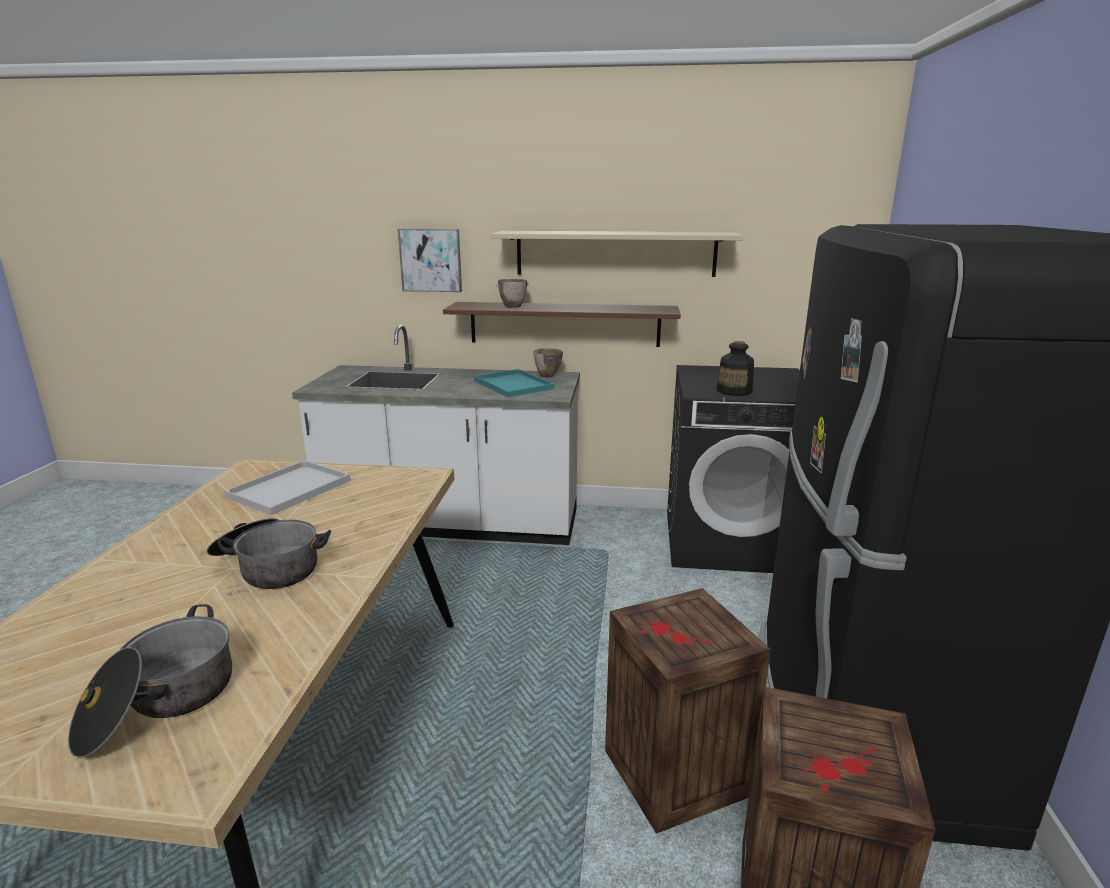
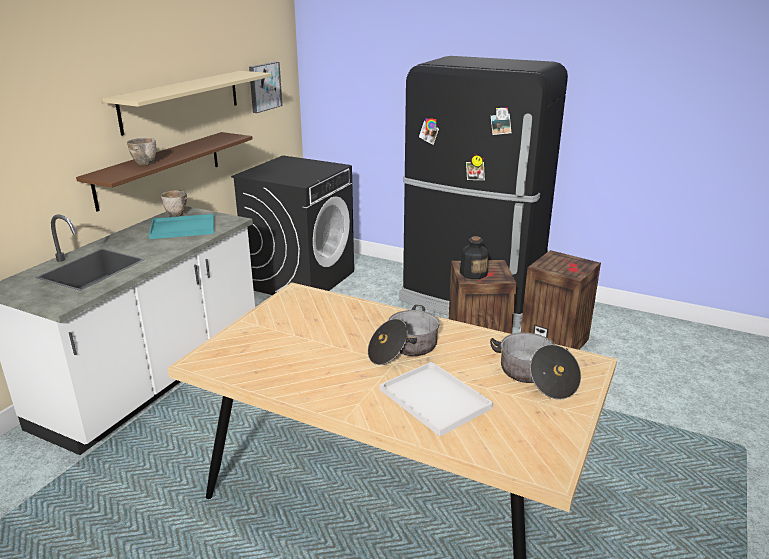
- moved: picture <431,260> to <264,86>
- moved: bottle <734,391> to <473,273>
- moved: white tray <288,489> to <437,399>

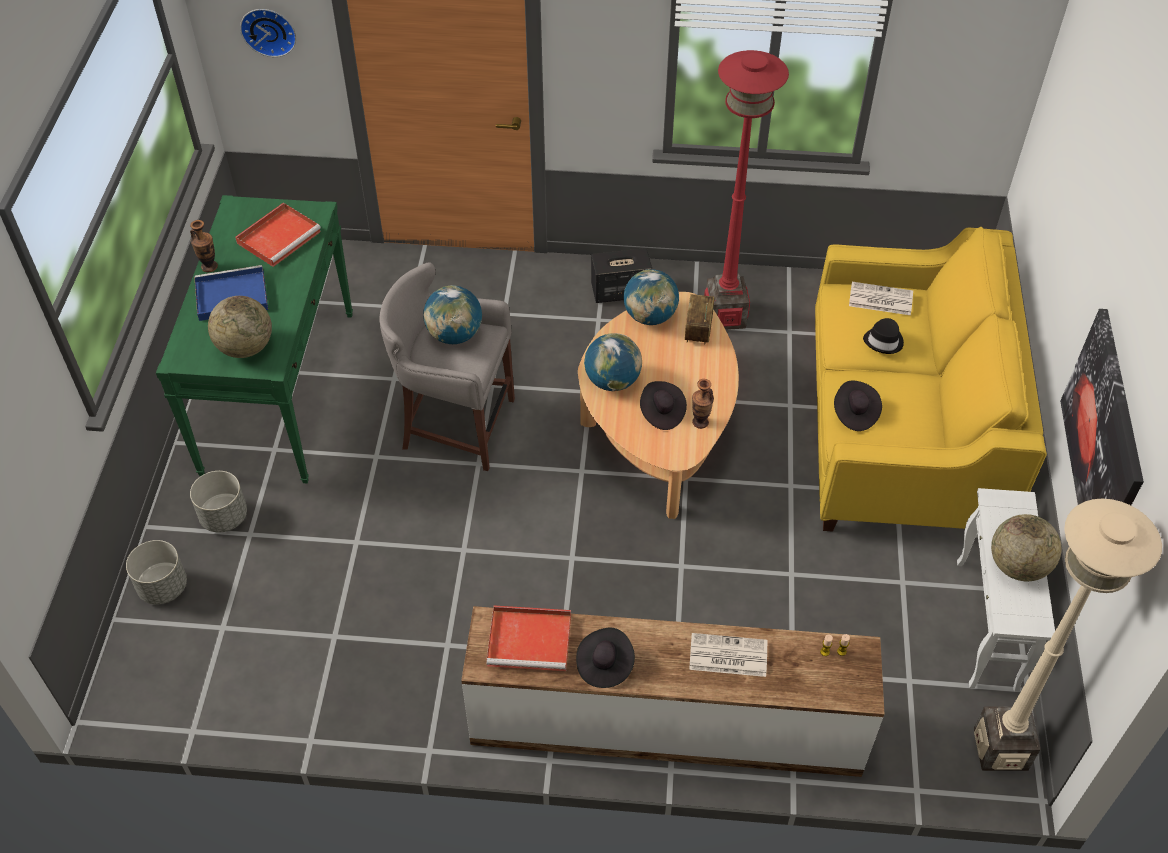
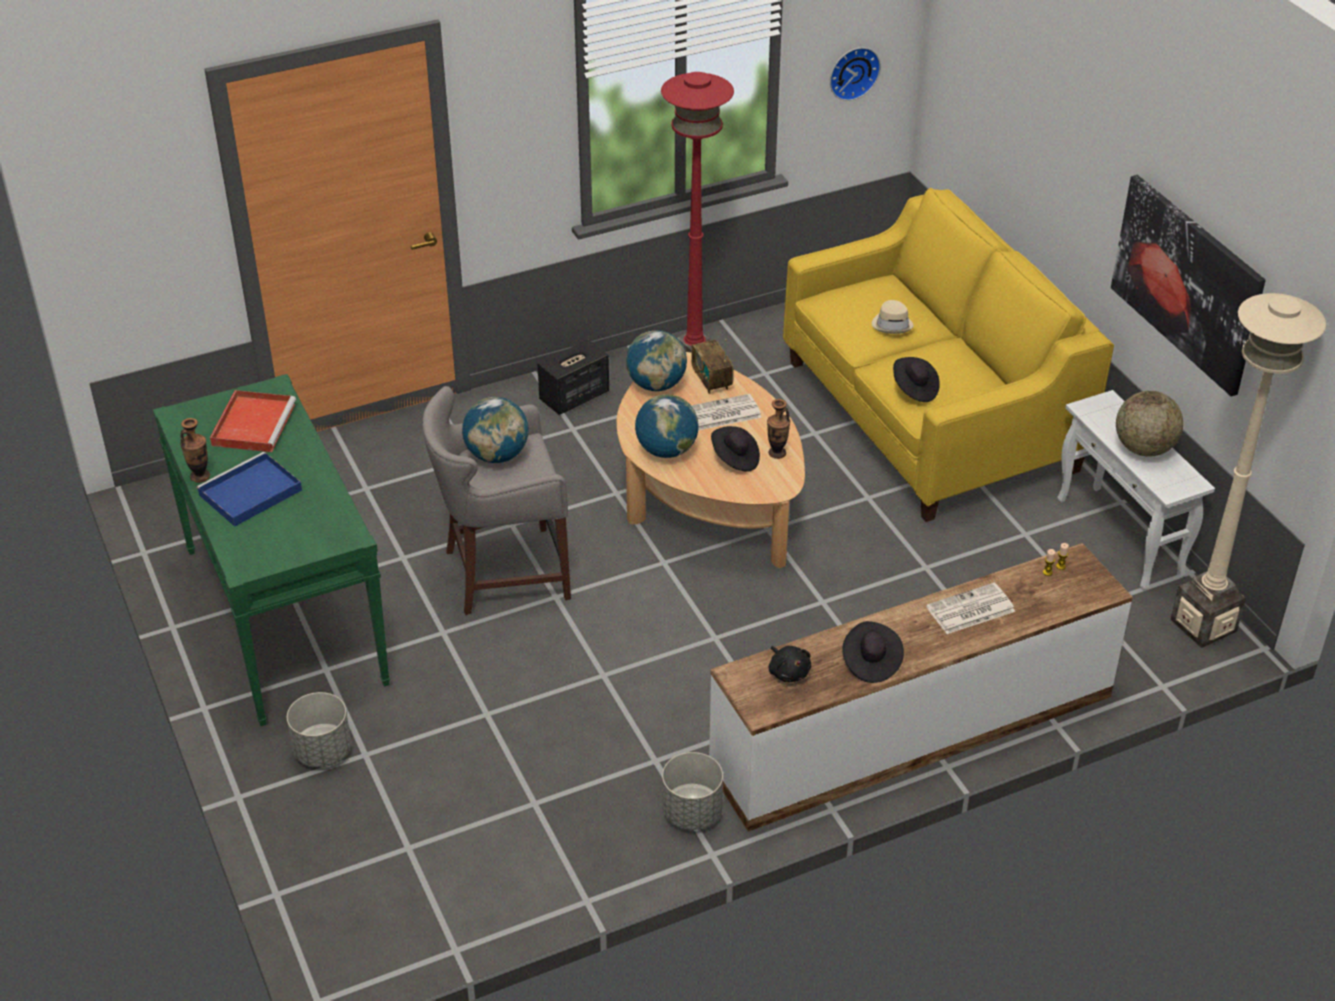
- moved: wall clock <269,30> to <852,72>
- moved: newspaper <879,299> to <722,414>
- removed: globe <245,347>
- recoloured: black hat <884,341> to beige hat <892,324>
- moved: grey planter <163,587> to <692,813>
- replaced: red tray <531,640> to black plush toy <788,672>

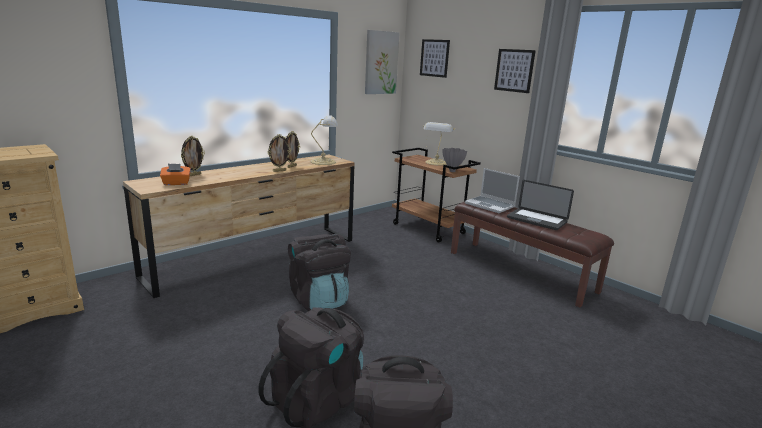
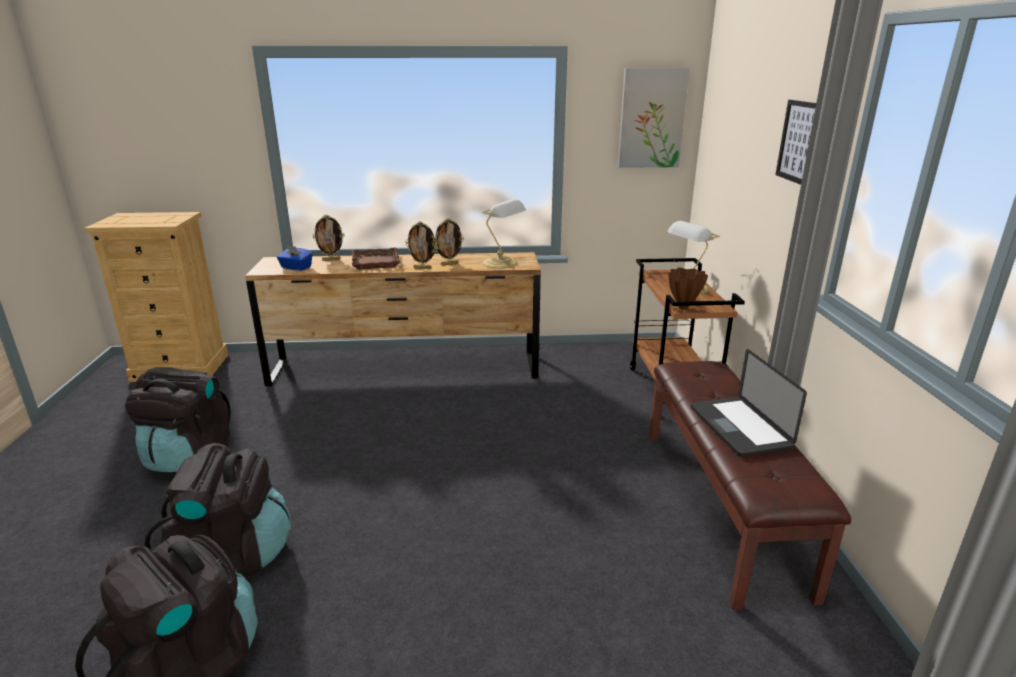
- removed: picture <434,58>
- recoloured: grey vase <452,171> to brown vase <684,308>
- recoloured: orange tissue box <176,183> to blue tissue box <296,268>
- removed: laptop <490,205>
- moved: black backpack <319,300> to <188,454>
- added: brown tray <375,262>

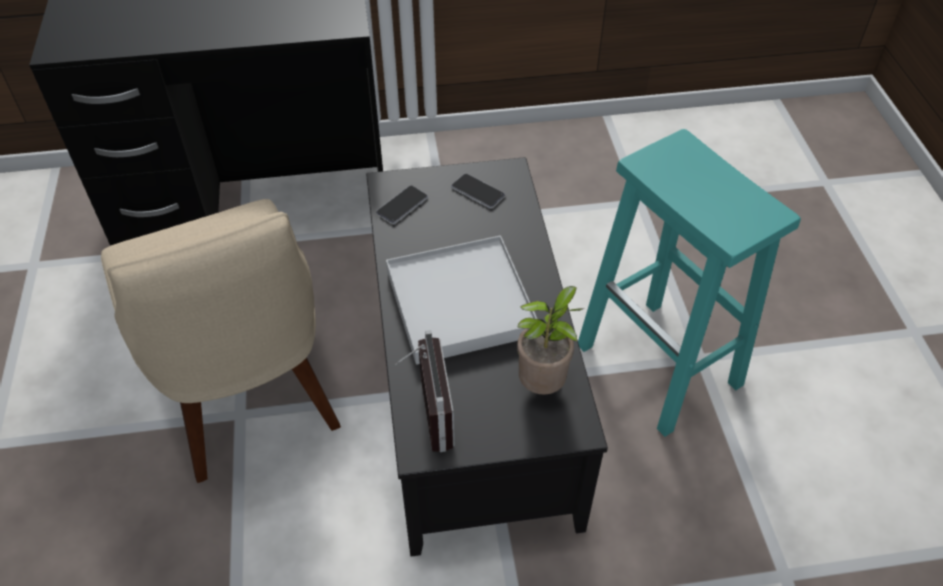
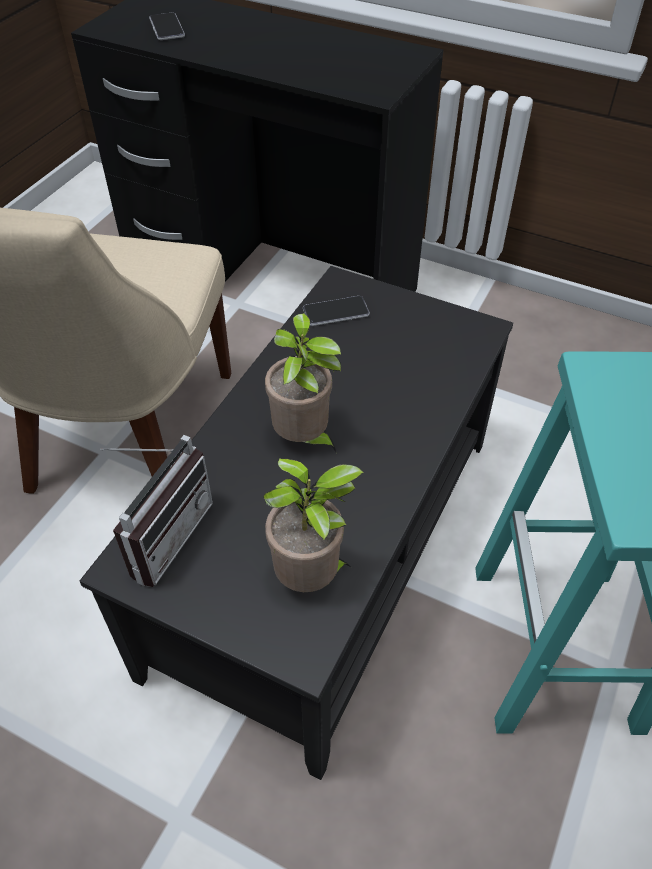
- moved: phone <477,192> to <167,28>
- replaced: white tray <461,303> to potted plant <304,439>

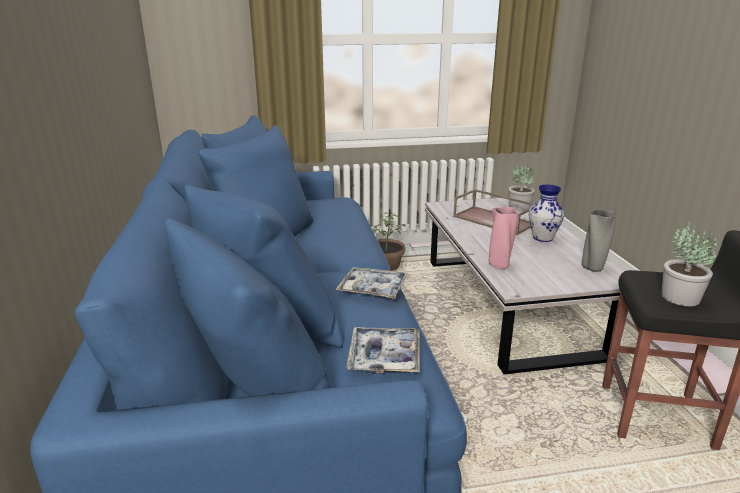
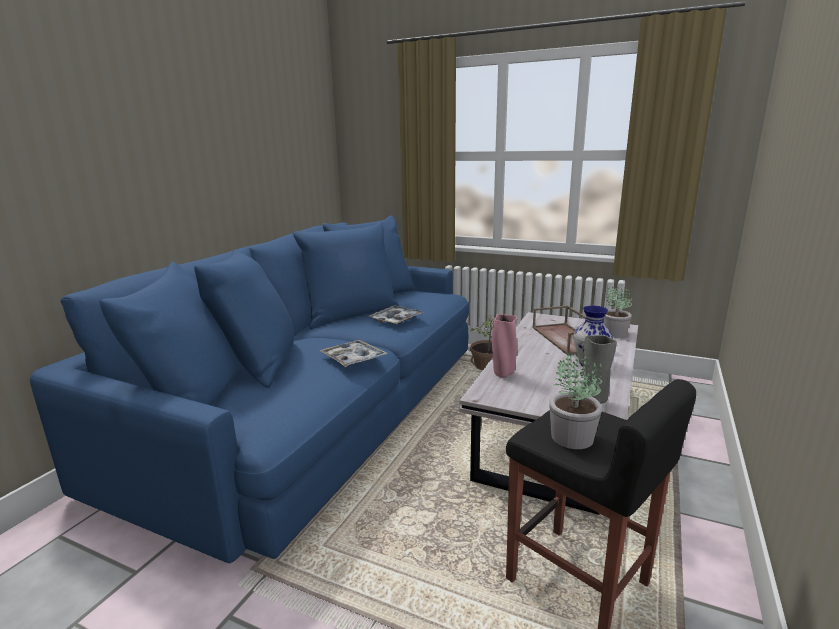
- moved: tray <384,357> to <395,320>

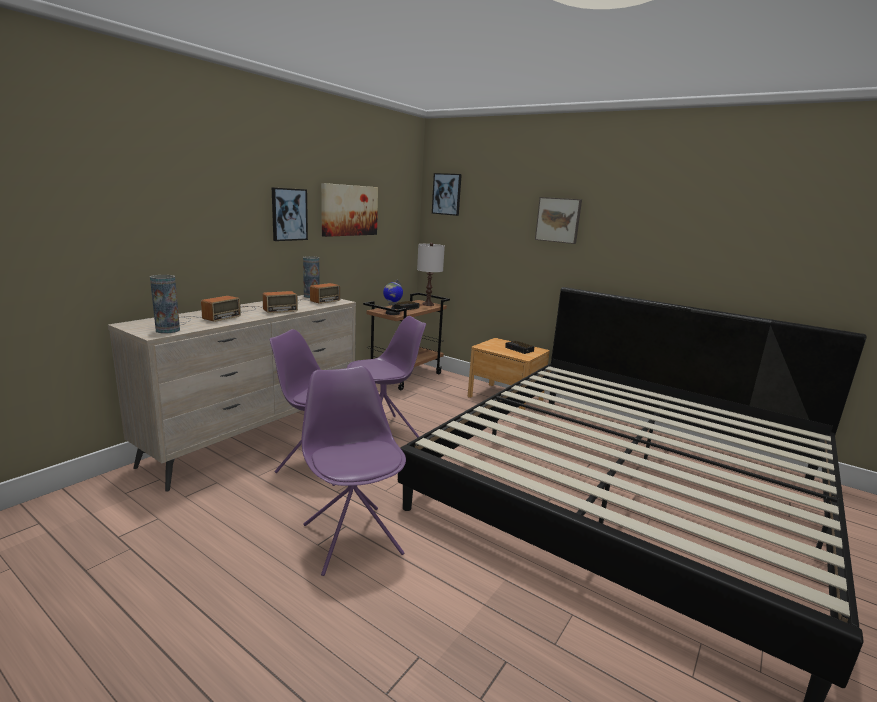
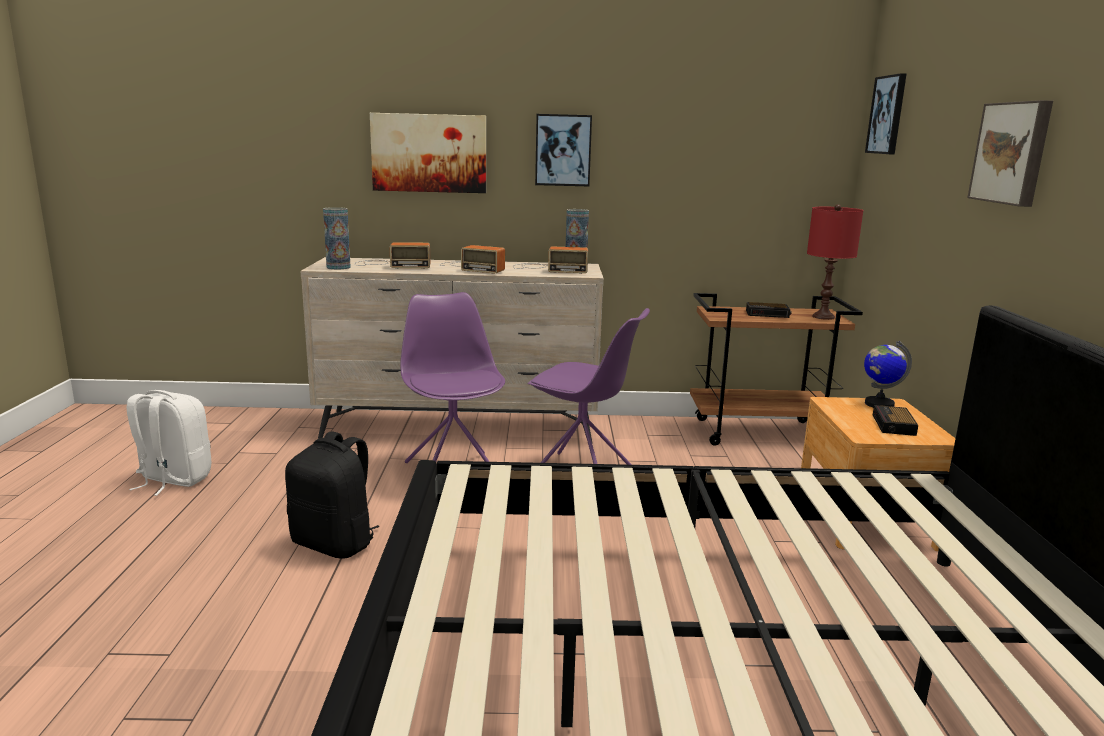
- moved: picture <349,210> to <429,153>
- recoloured: white table lamp <428,304> to red table lamp <823,317>
- moved: globe <392,313> to <878,404>
- replaced: purple chair <352,538> to black backpack <335,544>
- added: white backpack <173,480>

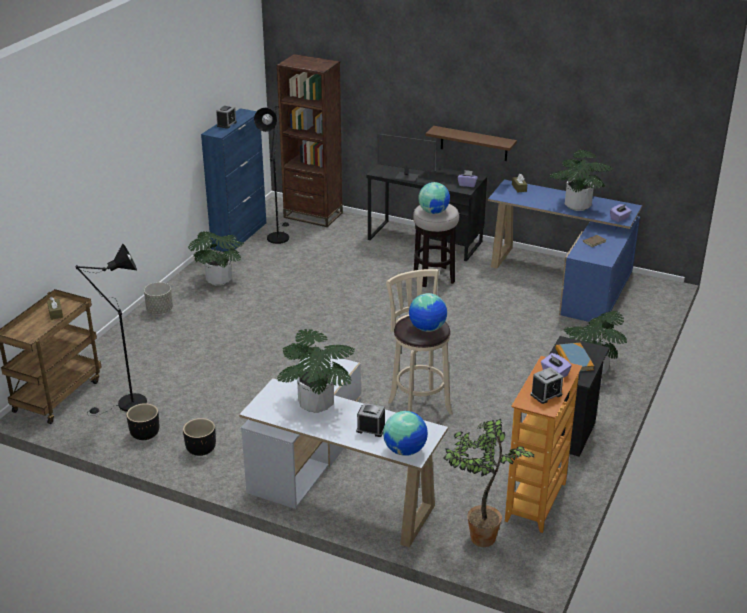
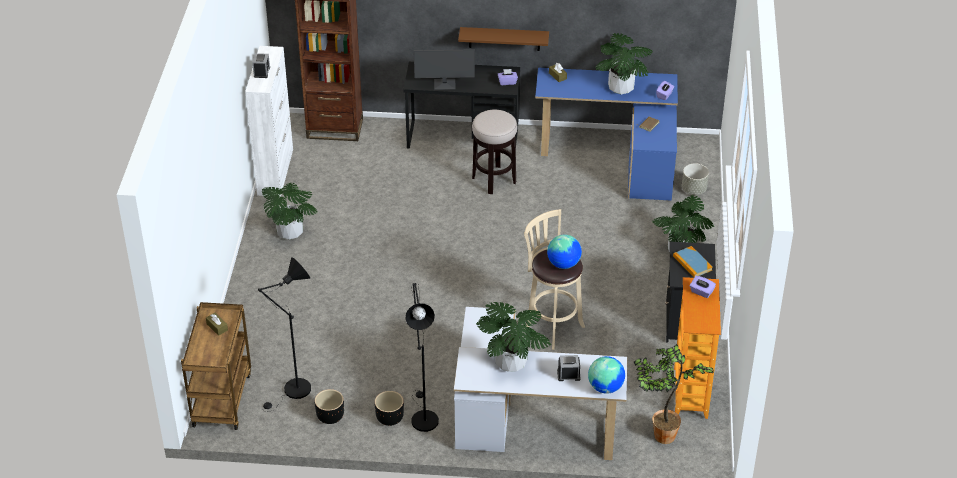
- moved: black floor lamp <278,236> to <423,417>
- recoloured: blue cabinet <239,235> to white cabinet <275,171>
- removed: globe <433,212>
- moved: grey planter <160,310> to <694,189>
- removed: alarm clock <546,394>

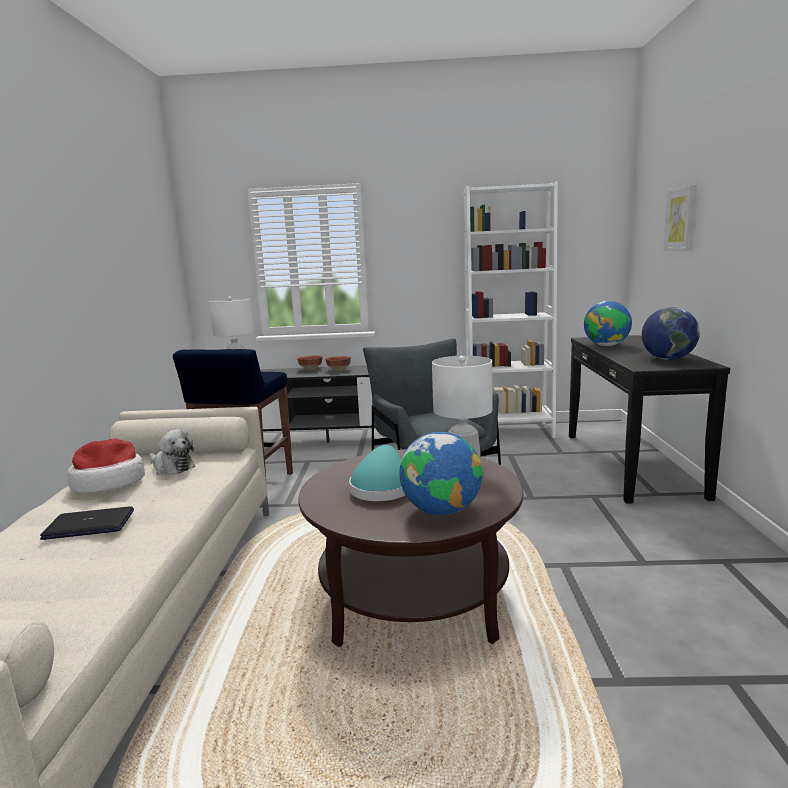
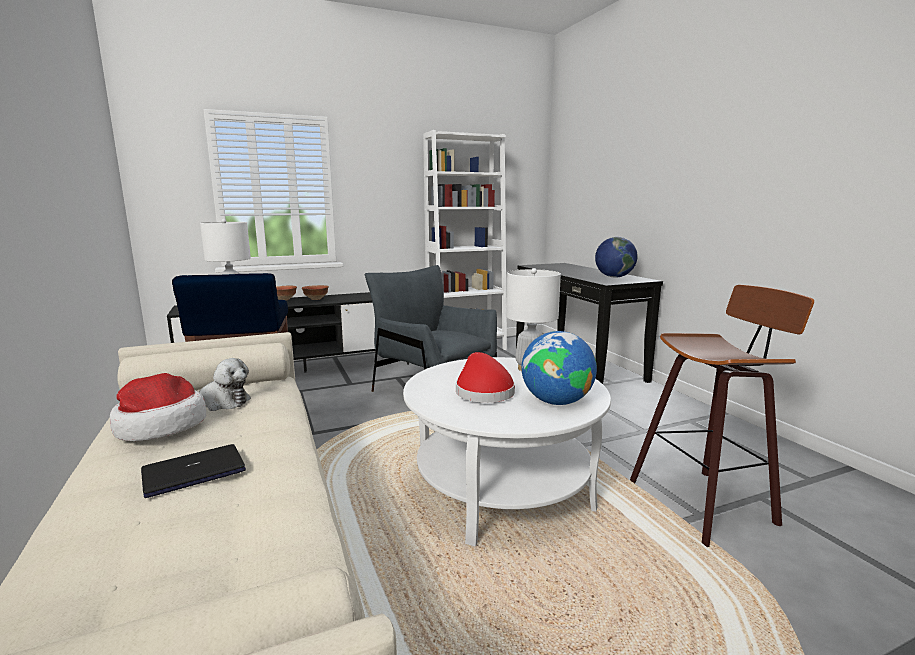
- removed: picture <681,219>
- removed: globe <606,345>
- recoloured: turquoise hat <382,487> to red hat <482,391>
- recoloured: brown coffee table <414,595> to white coffee table <502,489>
- added: stool <705,502>

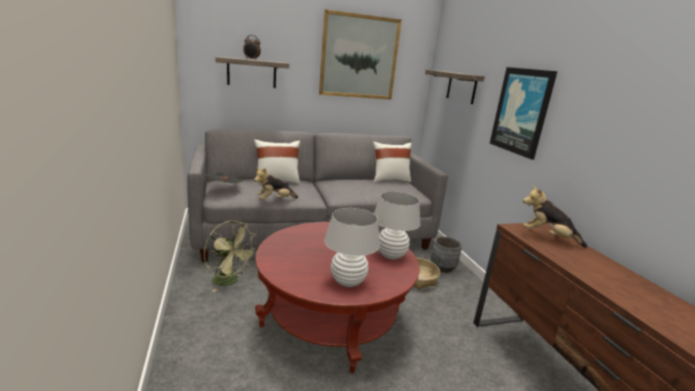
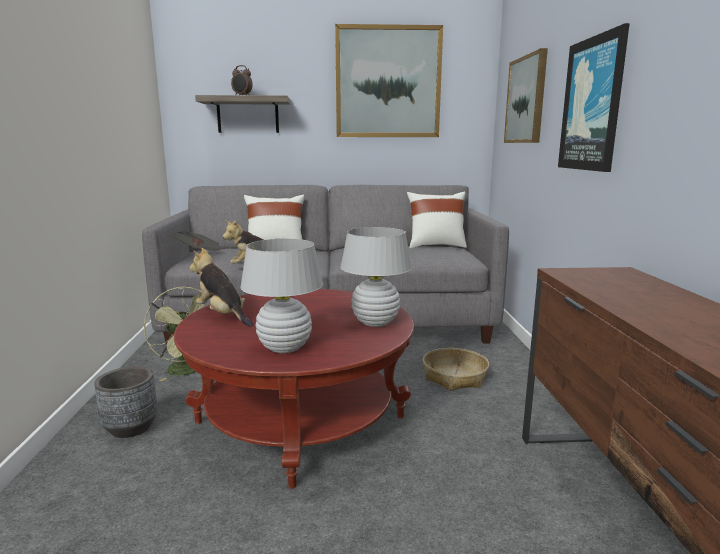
- replaced: shelf <461,87> to picture <526,100>
- moved: plush toy <547,237> to <223,316>
- moved: grey planter <443,267> to <131,428>

